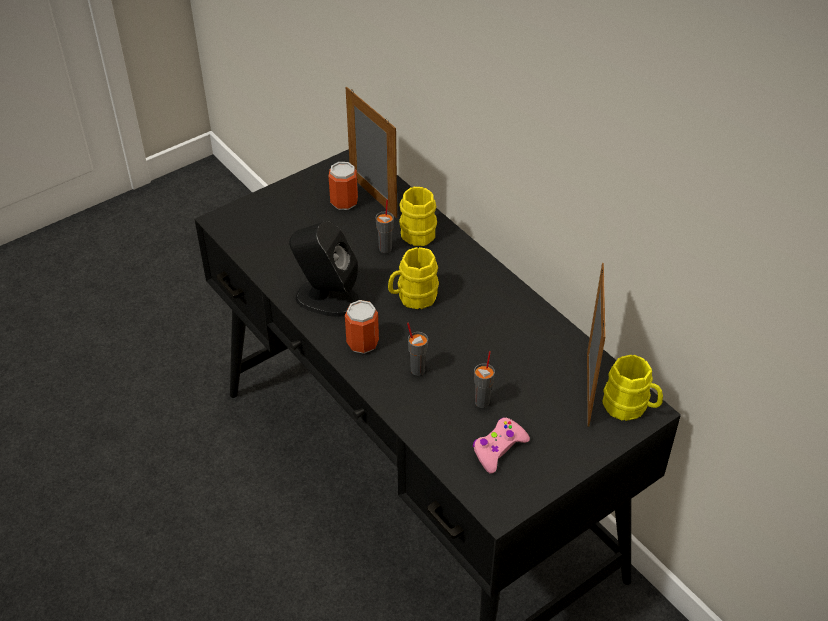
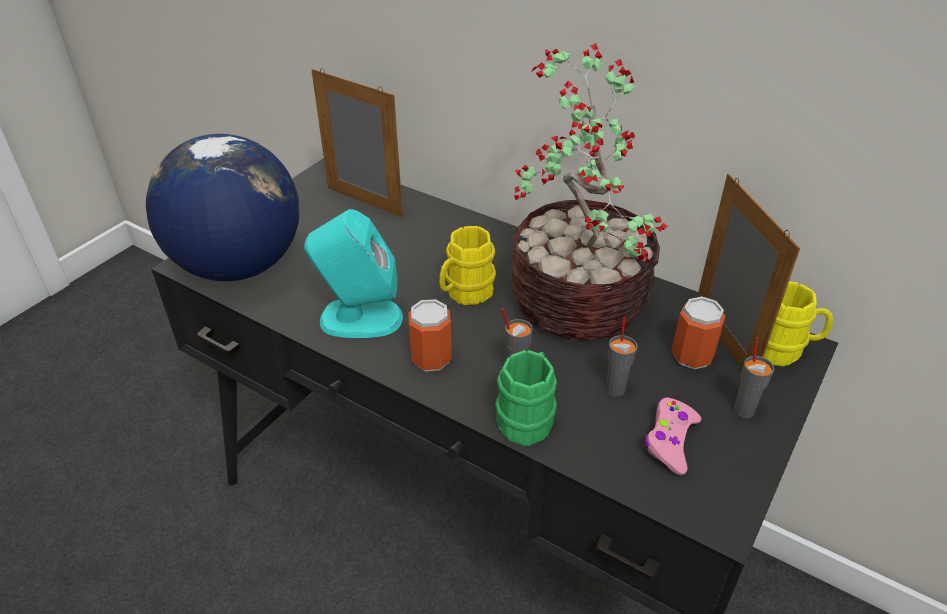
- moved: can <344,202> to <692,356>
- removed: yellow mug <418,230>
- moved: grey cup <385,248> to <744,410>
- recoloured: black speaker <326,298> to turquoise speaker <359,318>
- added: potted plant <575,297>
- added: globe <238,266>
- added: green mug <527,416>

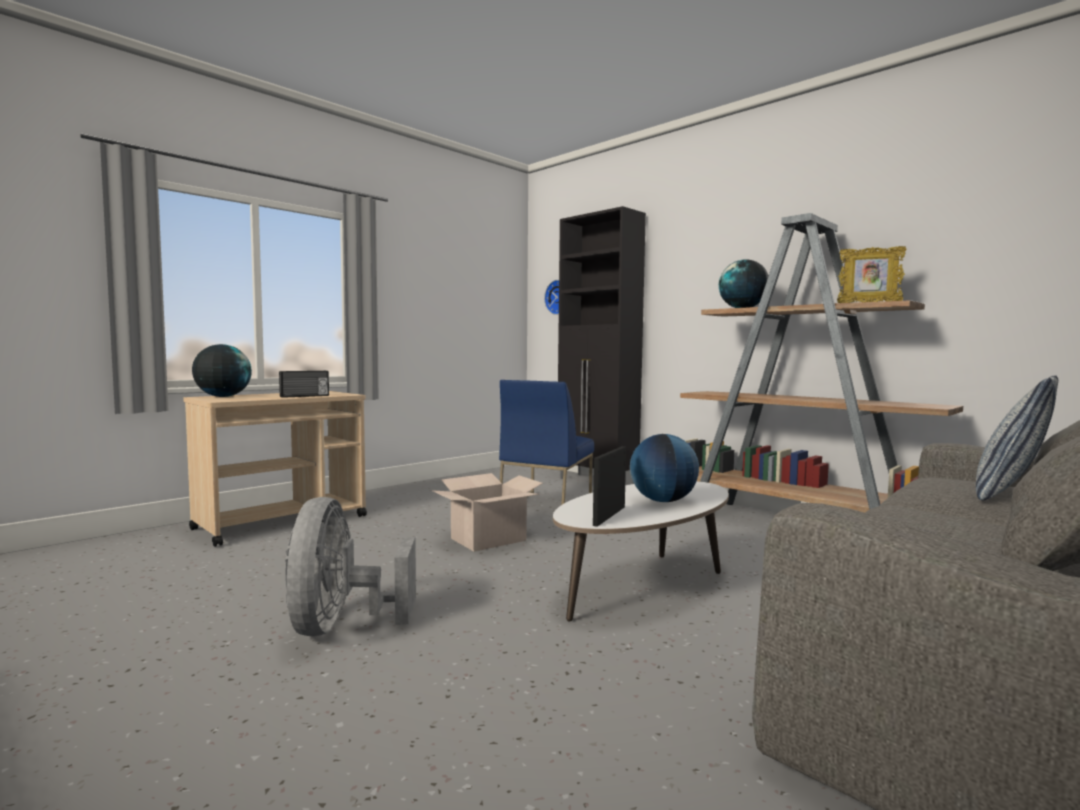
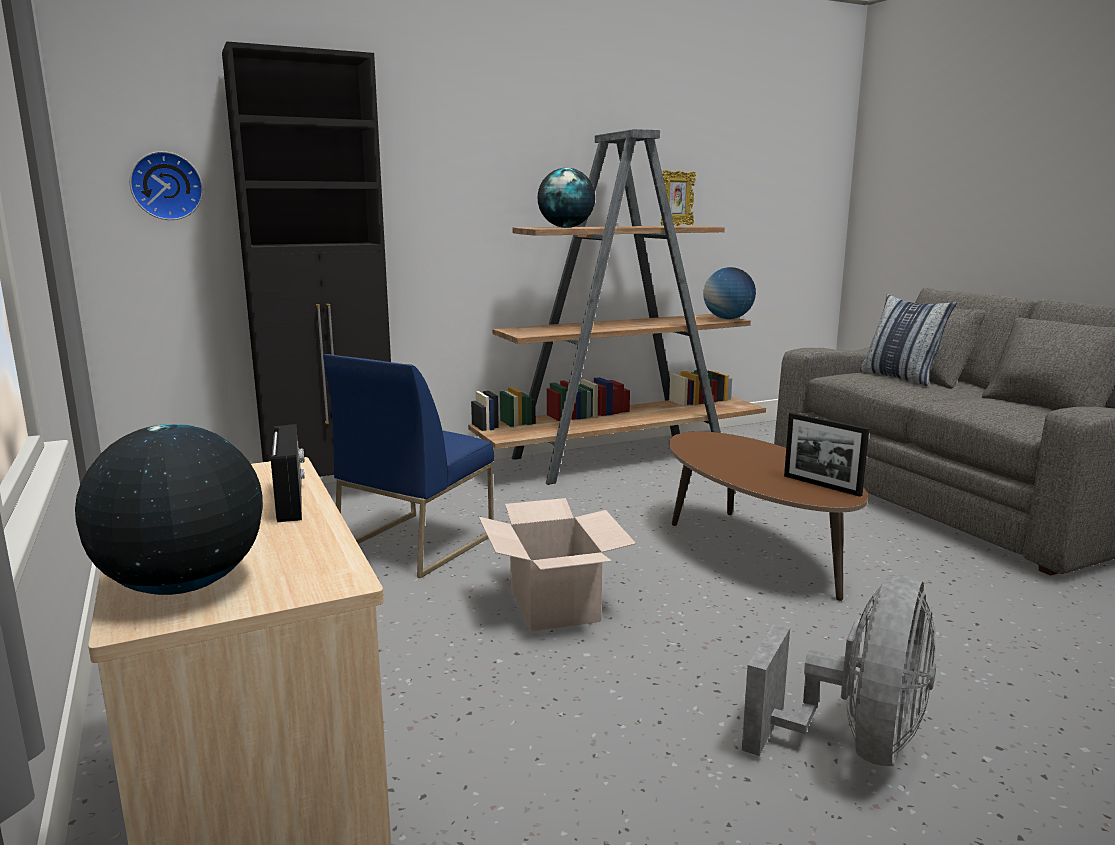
- turned: blue chair <545,504> = <416,543> 75 degrees clockwise
- moved: globe <663,501> to <727,319>
- recoloured: white coffee table <645,585> to brown coffee table <753,549>
- turned: grey fan <341,626> = <854,744> 75 degrees counterclockwise

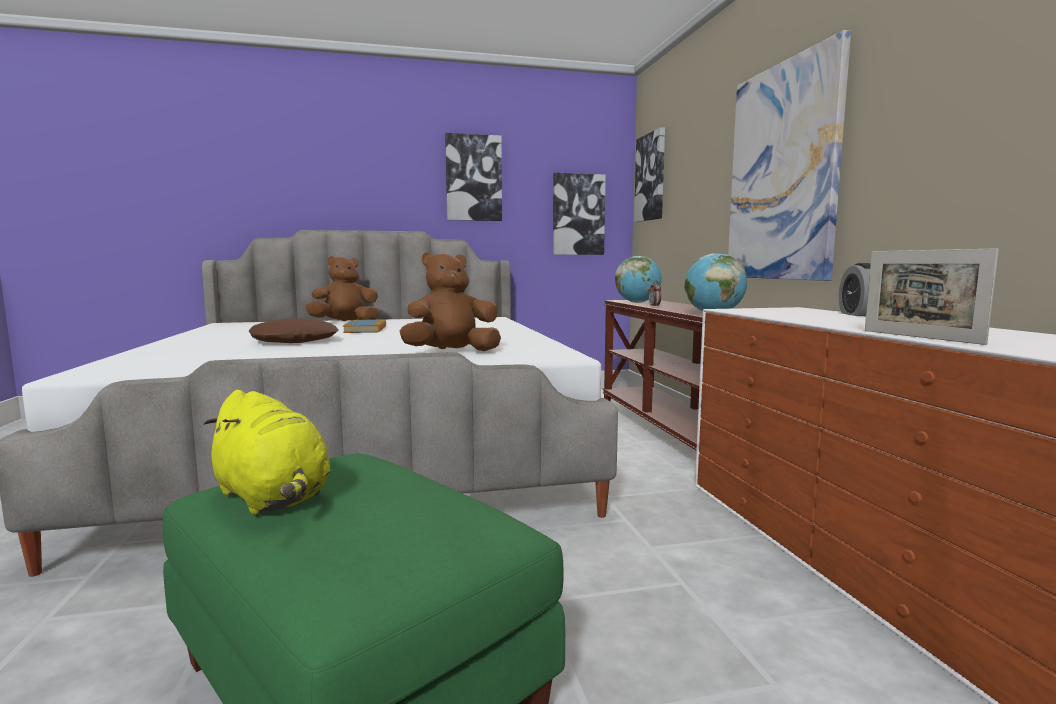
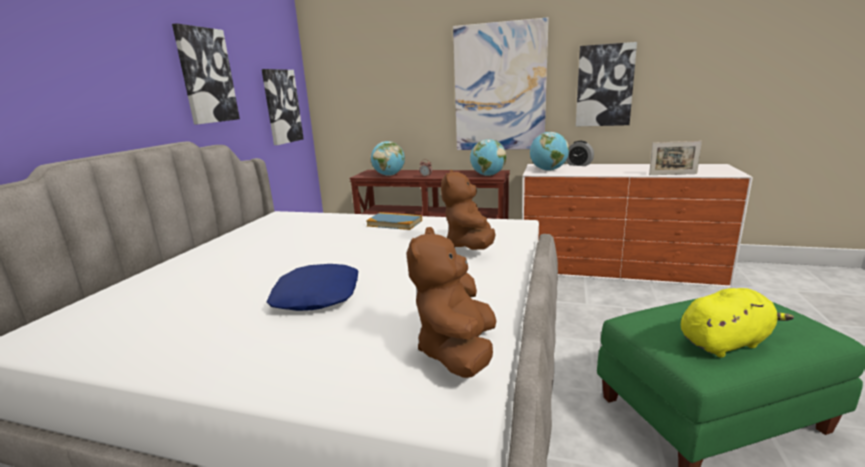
- moved: picture <651,177> to <604,86>
- moved: brown plush toy <345,322> to <457,352>
- recoloured: brown pillow <294,341> to blue pillow <316,296>
- moved: book <365,329> to <394,223>
- added: globe <548,170>

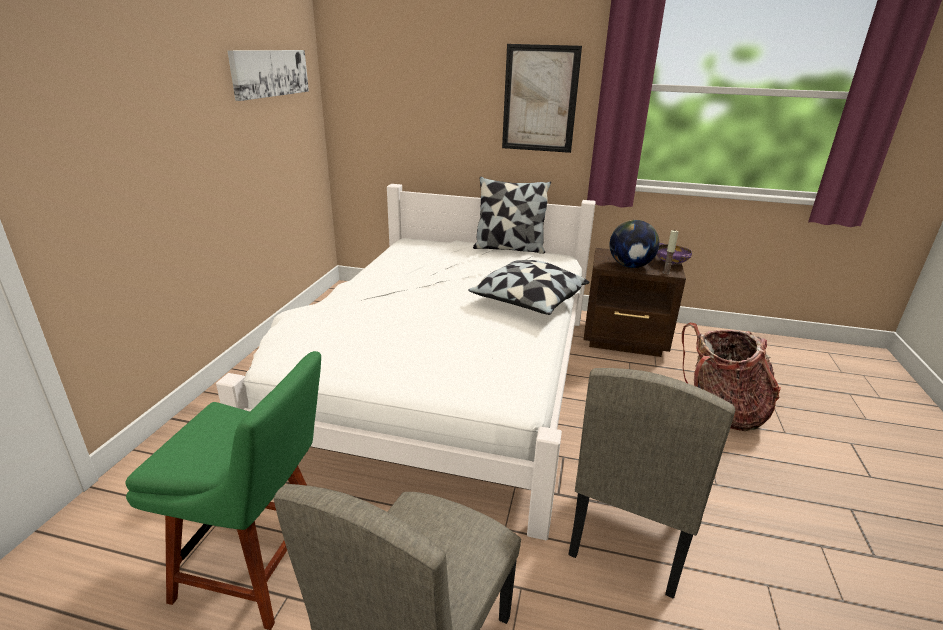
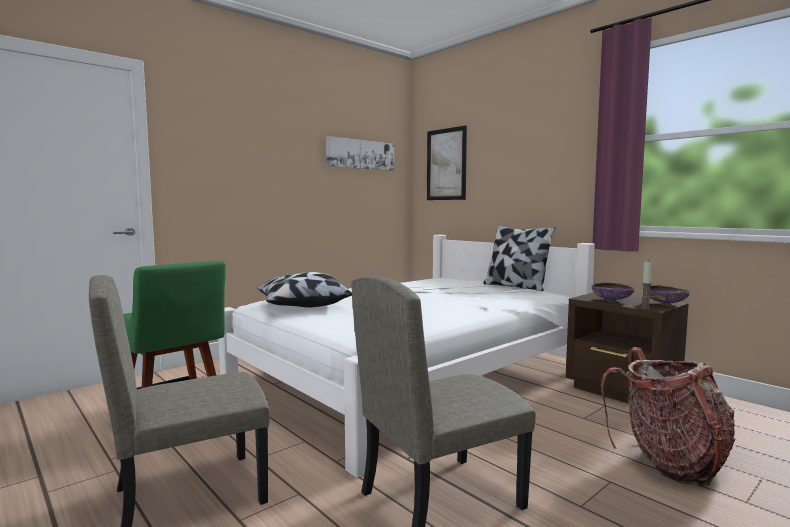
- moved: picture <540,99> to <446,164>
- replaced: globe <630,266> to purple bowl <612,301>
- moved: pillow <528,302> to <302,306>

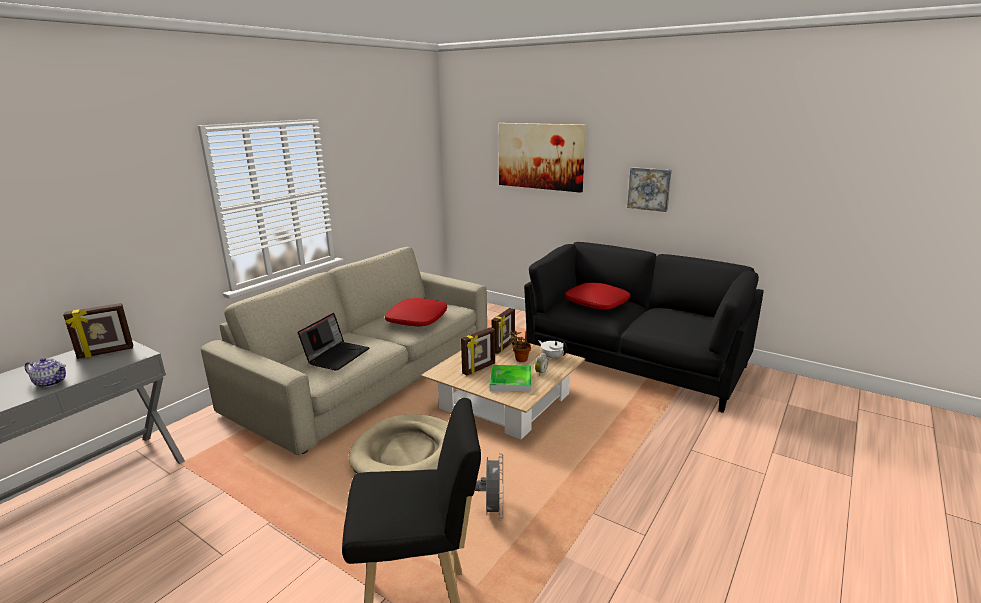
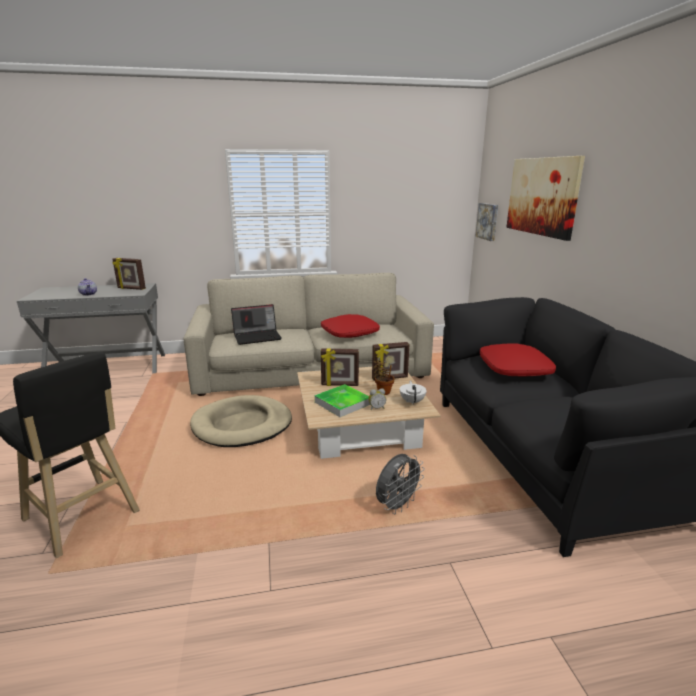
- moved: picture <649,189> to <488,221>
- moved: grey fan <493,510> to <397,505>

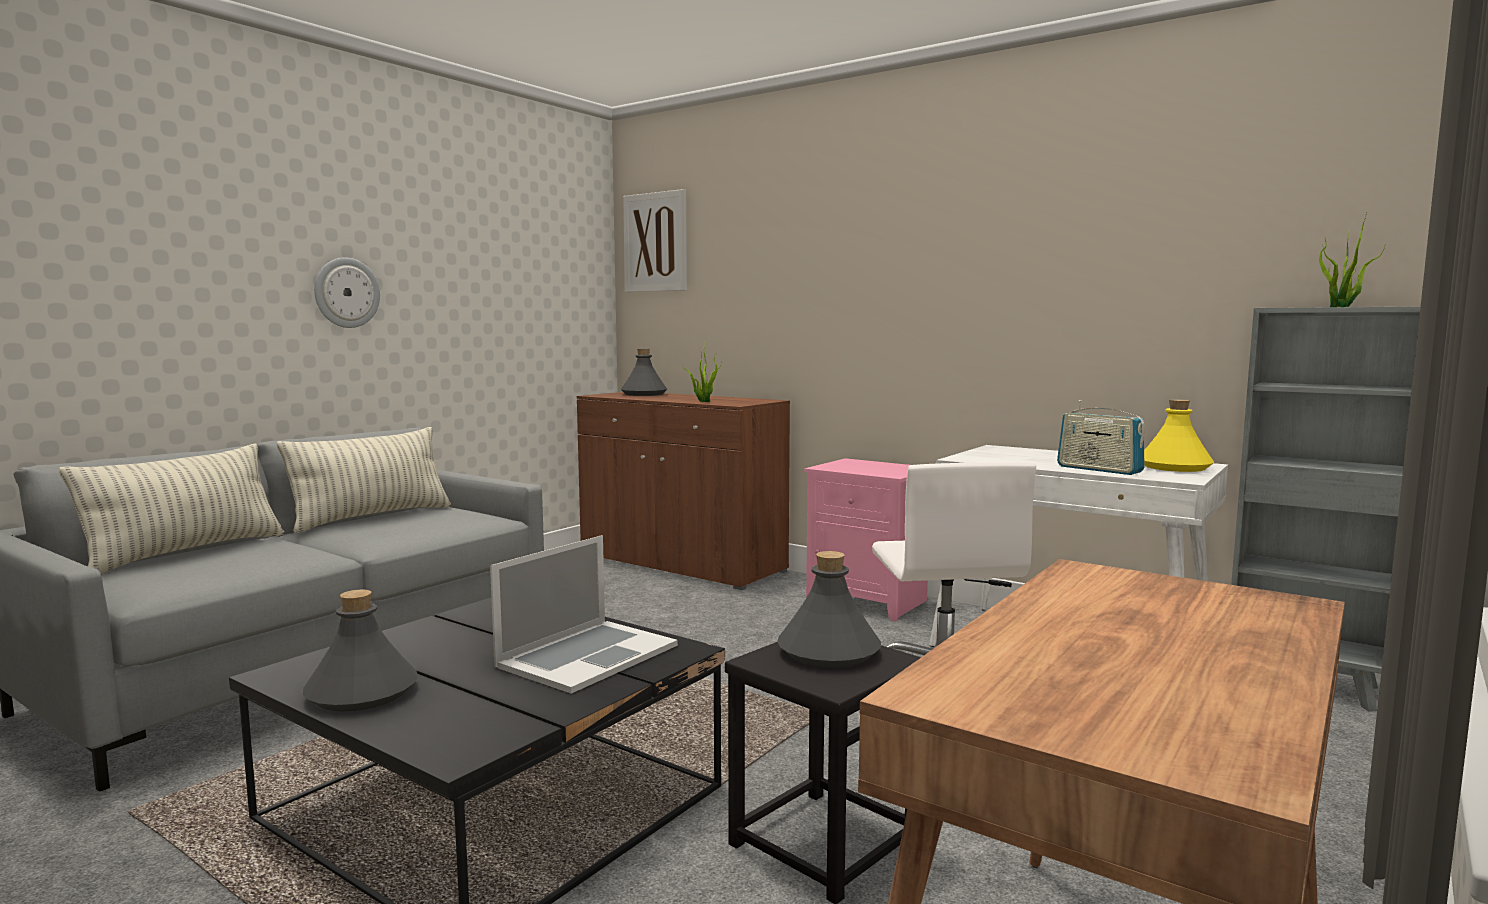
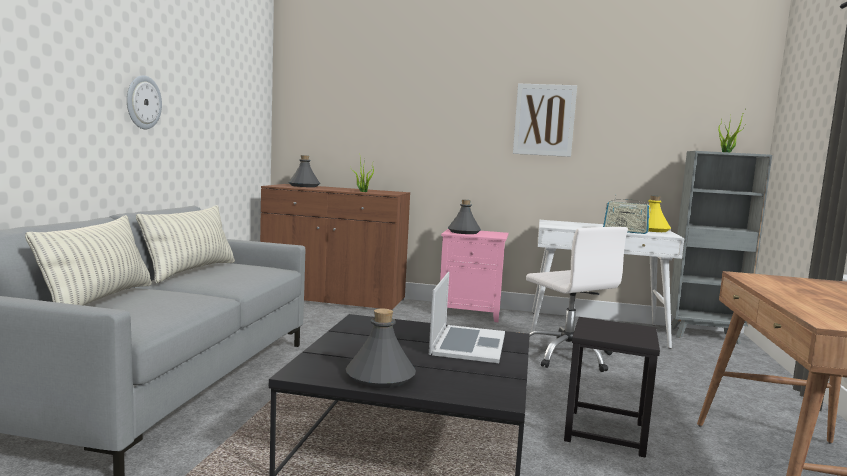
- moved: picture <655,242> to <544,120>
- moved: grey bottle <829,652> to <464,232>

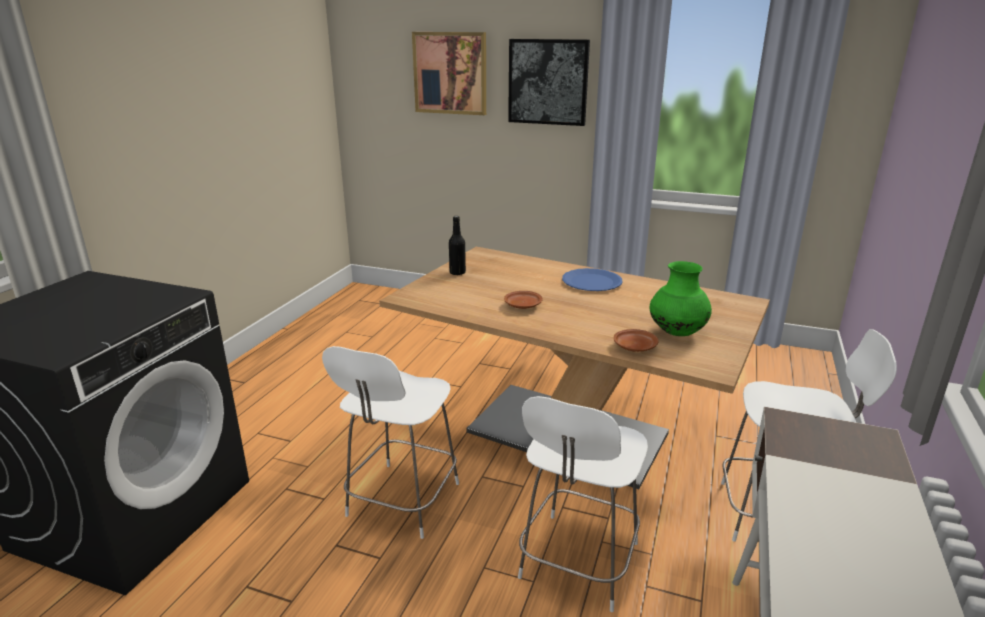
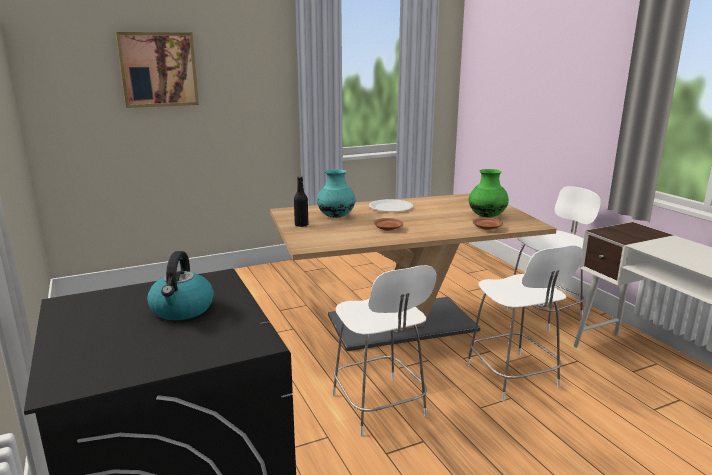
- removed: picture <548,82>
- recoloured: blue plate <591,282> to white plate <390,207>
- added: turquoise vase <336,217>
- added: kettle <182,309>

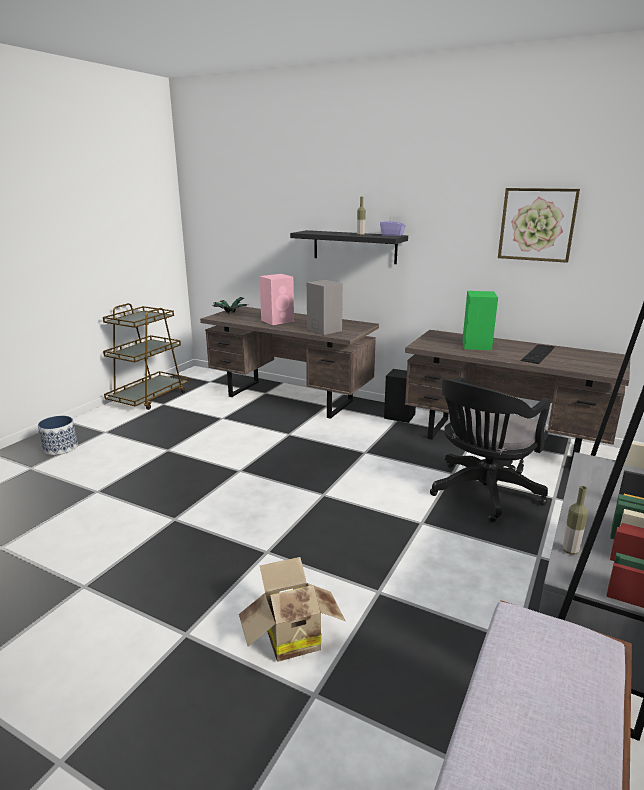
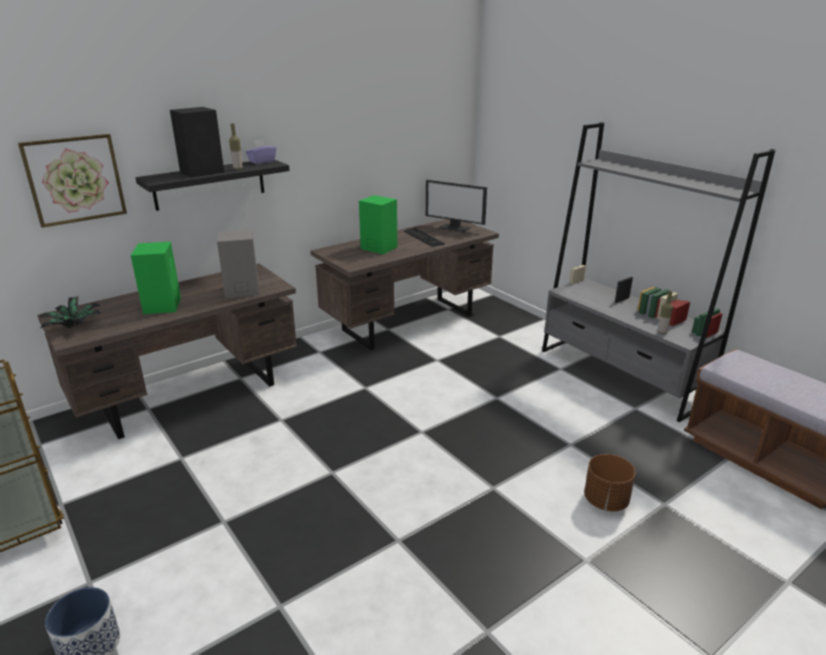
- moved: picture <537,224> to <75,179>
- recoloured: pink speaker <278,321> to green speaker <162,305>
- moved: black speaker <400,416> to <203,172>
- removed: black office chair <482,493>
- replaced: cardboard box <290,637> to brown planter <606,501>
- added: monitor <455,228>

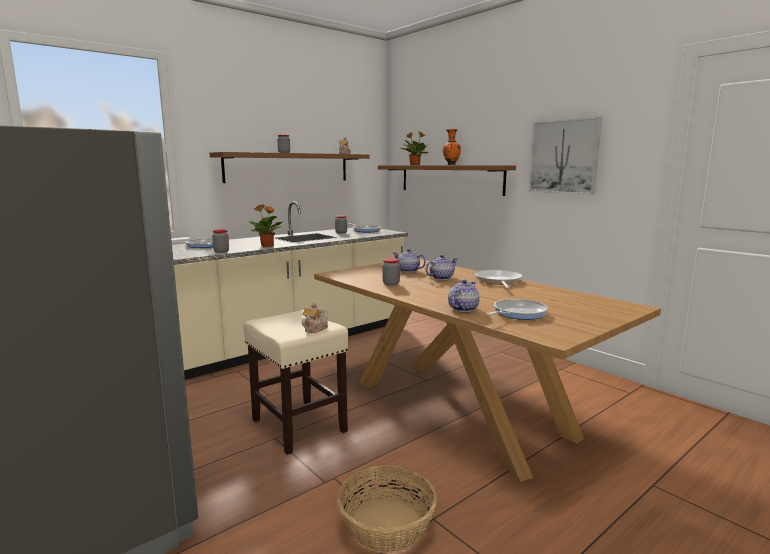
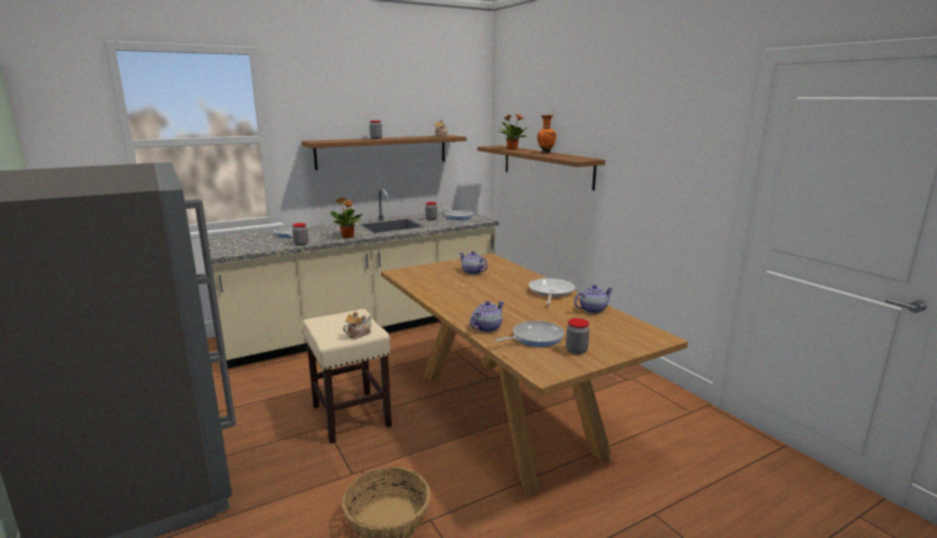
- removed: picture <564,156>
- moved: teapot <441,278> to <592,310>
- moved: jar <391,284> to <576,350>

